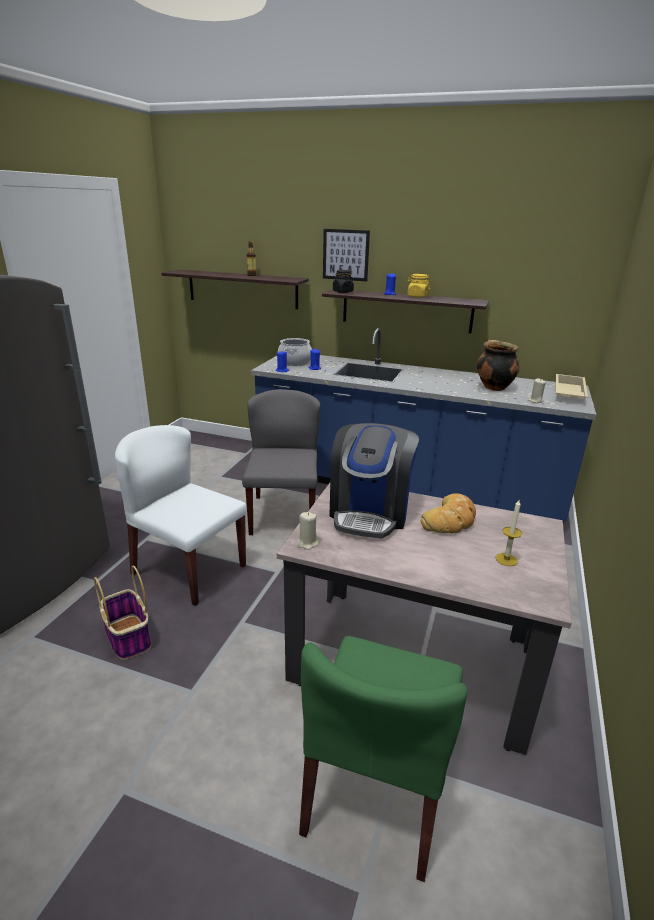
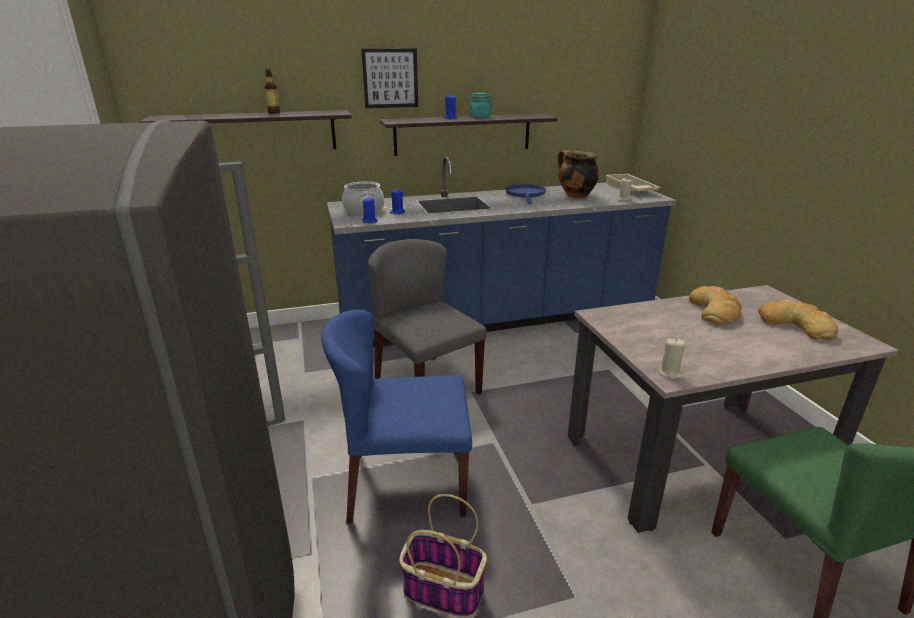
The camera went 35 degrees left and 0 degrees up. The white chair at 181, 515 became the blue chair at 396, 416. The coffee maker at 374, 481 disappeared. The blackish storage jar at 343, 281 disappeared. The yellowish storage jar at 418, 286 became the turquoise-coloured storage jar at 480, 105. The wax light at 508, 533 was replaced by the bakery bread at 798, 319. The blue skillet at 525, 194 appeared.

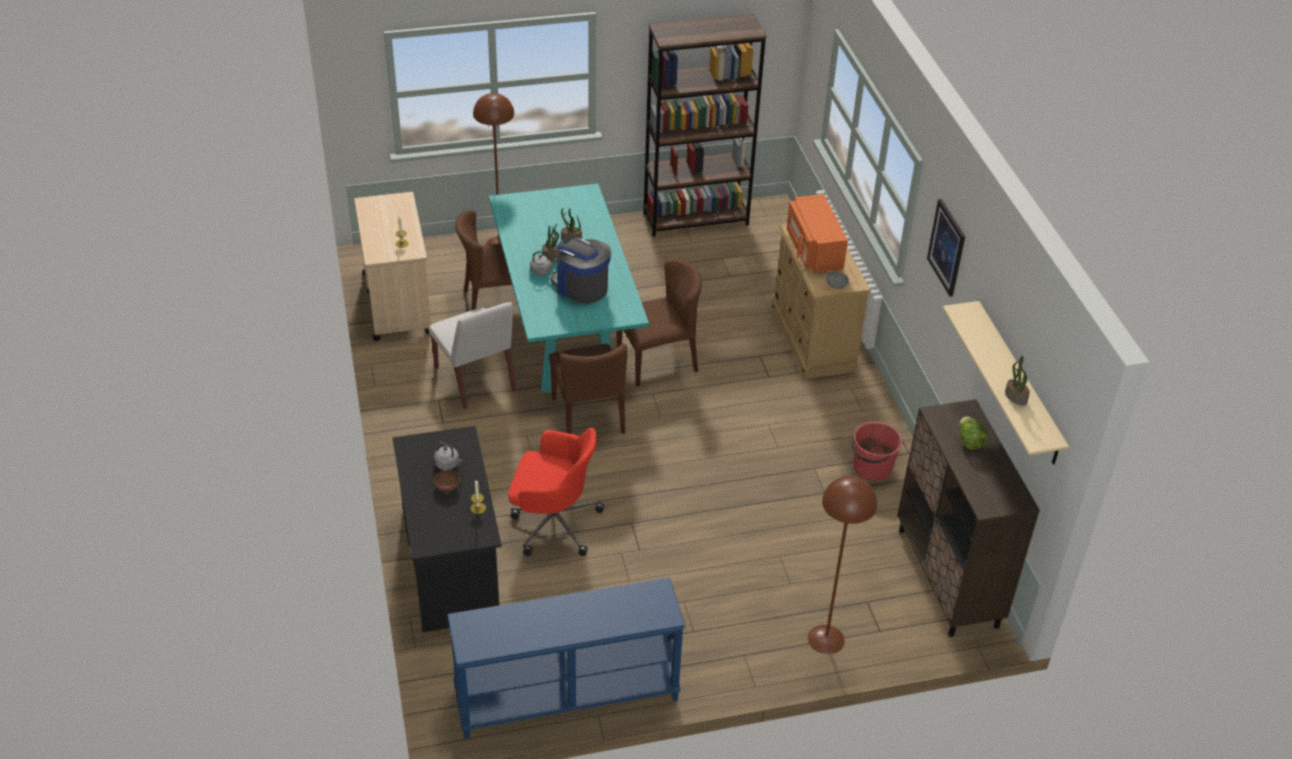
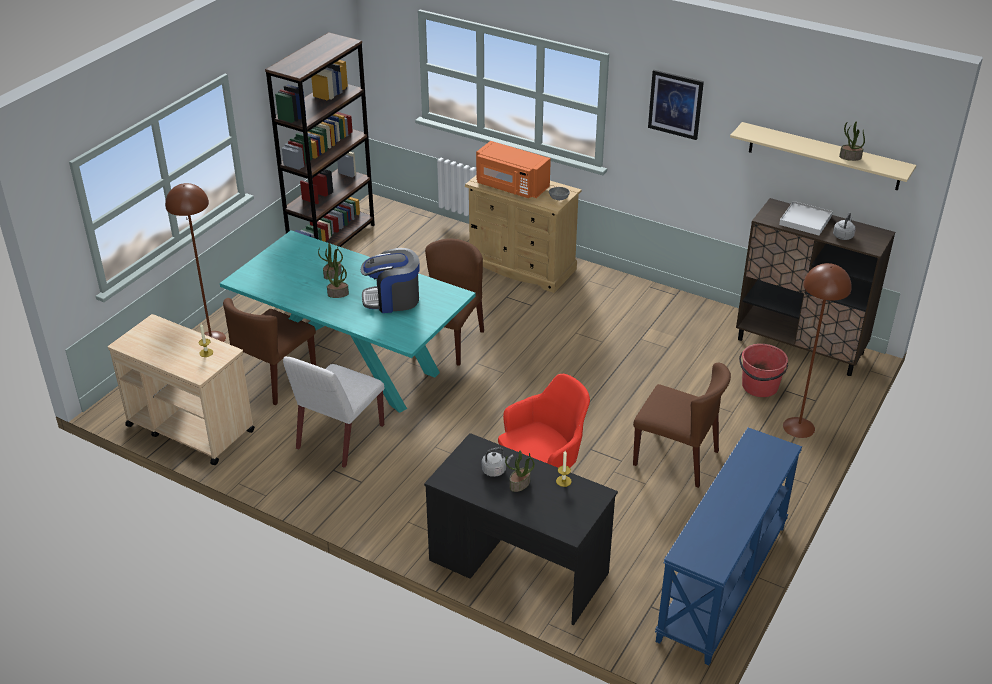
The camera went 45 degrees left and 5 degrees down. The white chair at 472, 355 turned 105 degrees clockwise. The brown-coloured bowl at 447, 481 was replaced by the potted plant at 520, 471. The gray water kettle moved from 543, 263 to 844, 226. The brown-coloured chair moved from 588, 389 to 682, 425. The red water bucket moved from 876, 451 to 763, 370. The lettuce head at 973, 433 was replaced by the white serving tray at 806, 218.

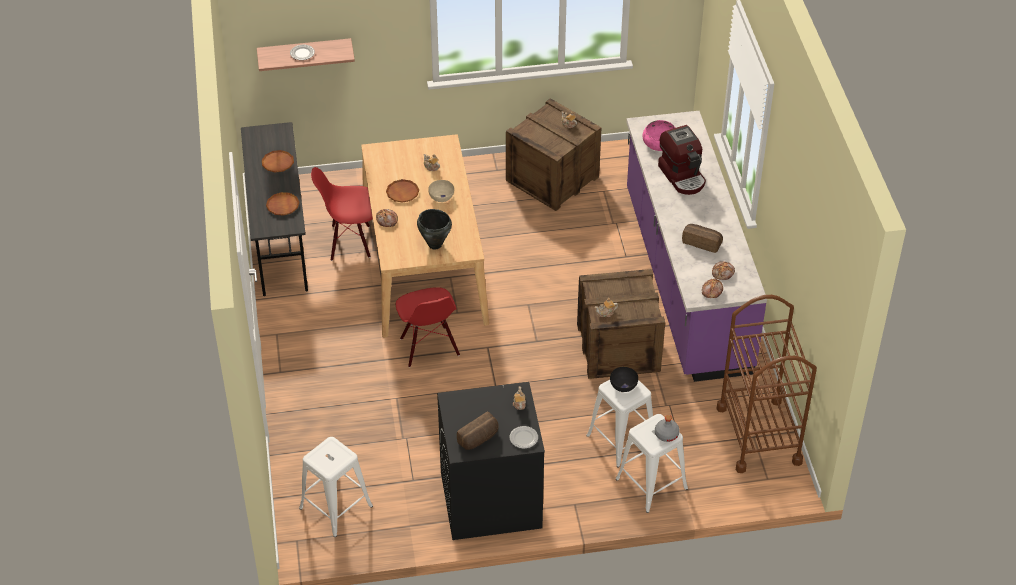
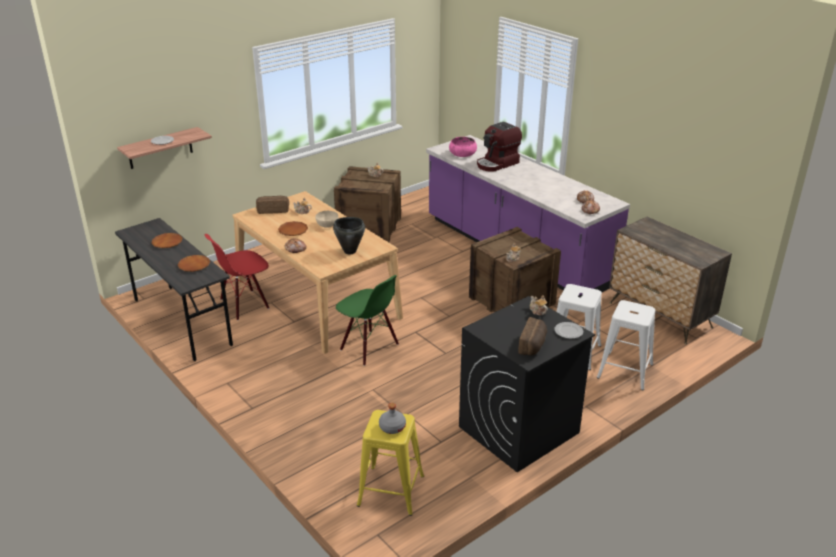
The camera went 30 degrees left and 15 degrees down. The white stool seat at 336, 487 became the yellowish stool seat at 390, 463. The red chair at 428, 327 became the greenish chair at 367, 320. The blackish bowl at 624, 379 disappeared. The gray drink bottle moved from 667, 428 to 392, 418. The coffee maker at 682, 160 turned 105 degrees clockwise. The bakery bread moved from 702, 238 to 272, 205. The brown-coloured wheeled cart at 767, 384 was replaced by the dresser at 670, 280.

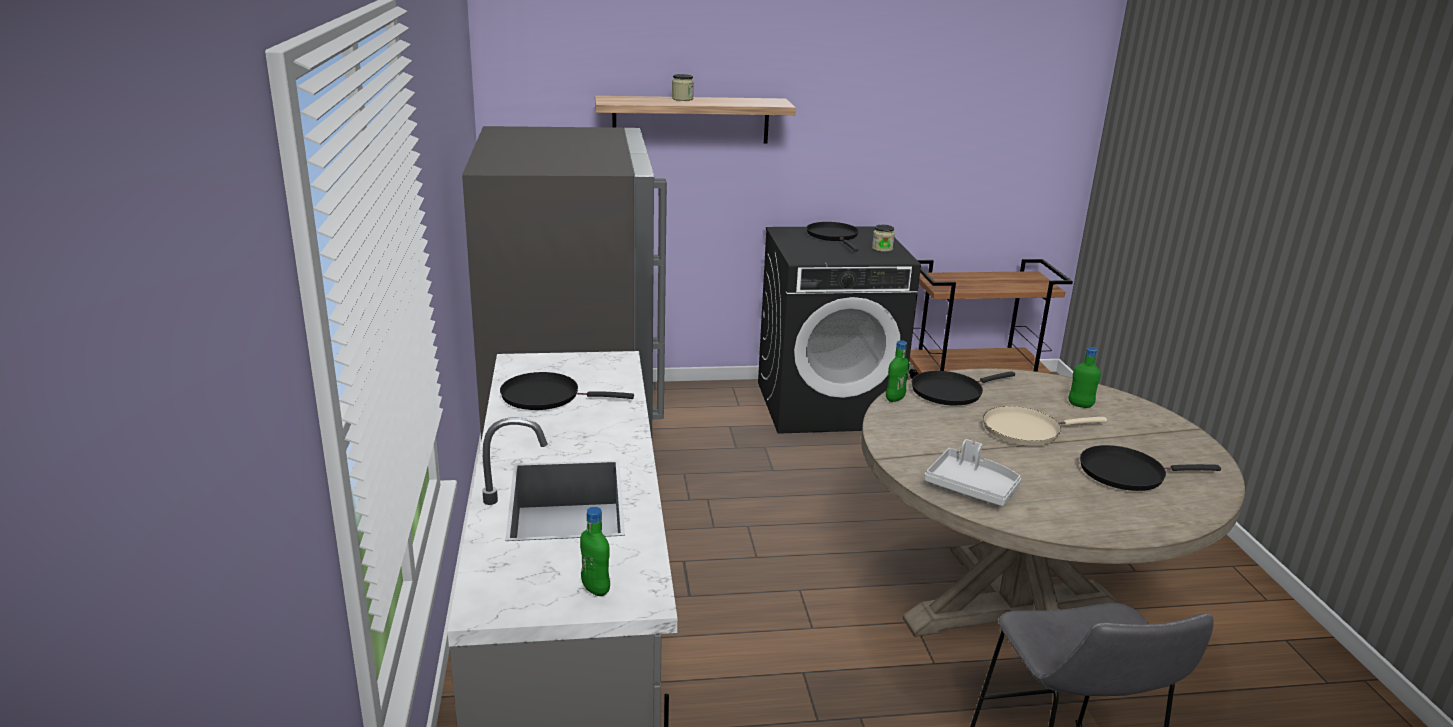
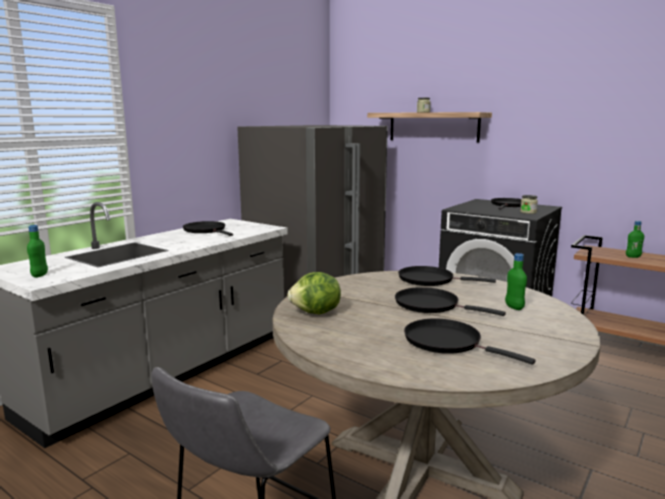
The camera went 45 degrees right and 10 degrees down. The greenish drink bottle moved from 897, 371 to 635, 239. The gray serving tray at 972, 472 was replaced by the lettuce head at 314, 293. The beige-coloured skillet at 1045, 426 became the blackish skillet at 450, 301.

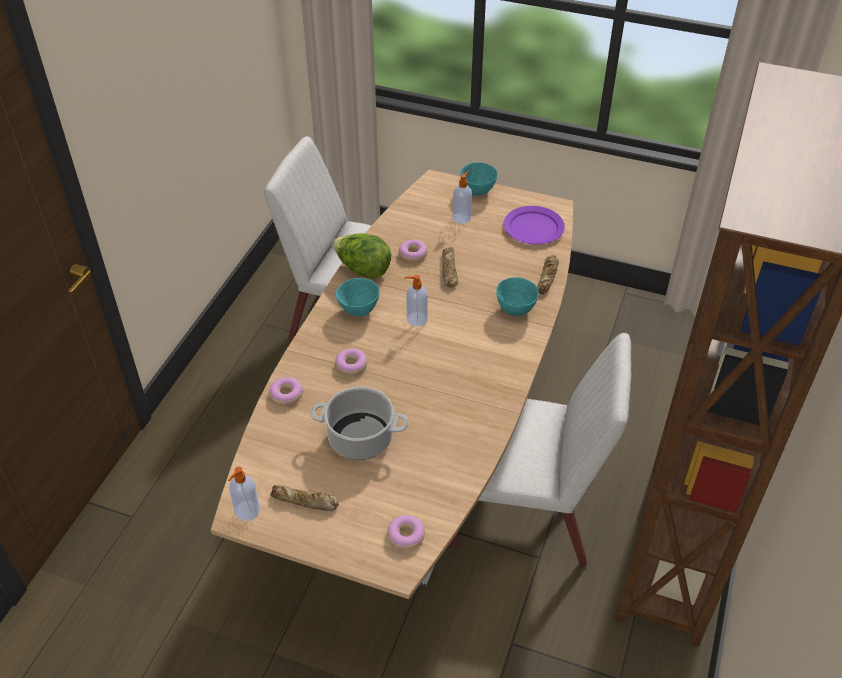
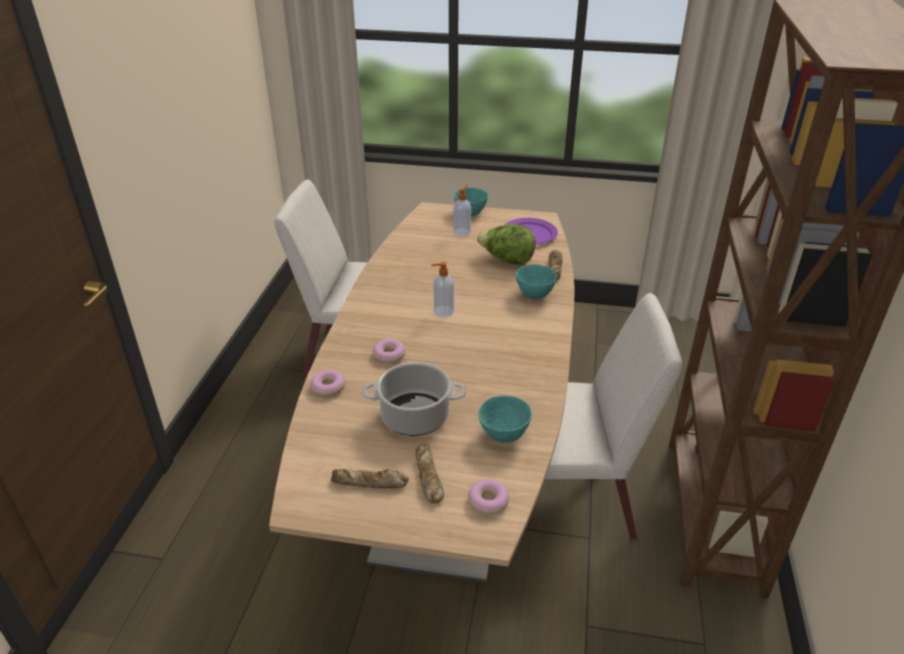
The camera went 10 degrees left and 10 degrees down. The liquid soap bottle at 244, 494 disappeared. The lettuce head moved from 361, 256 to 506, 244. The turquoise-coloured bowl moved from 358, 297 to 505, 419. The doughnut at 413, 251 disappeared. The bakery bread moved from 450, 267 to 430, 473.

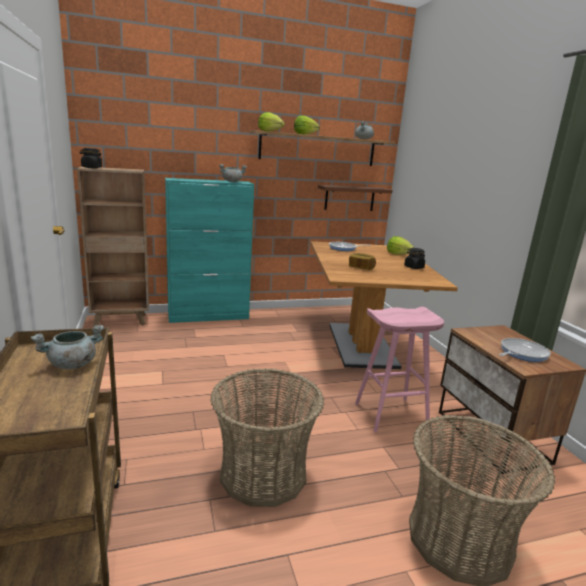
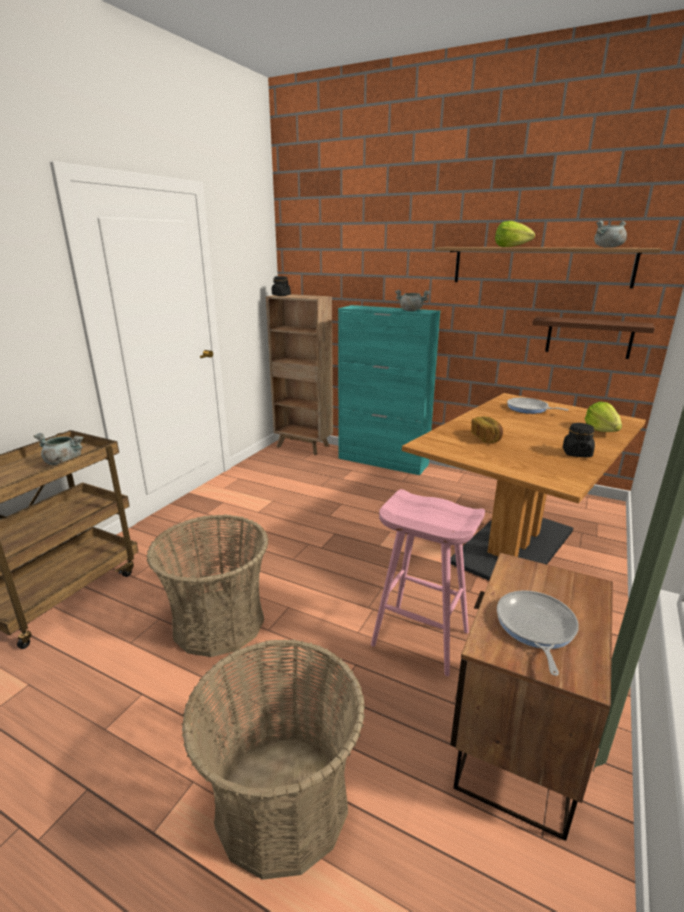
The camera went 45 degrees right and 5 degrees up. The lettuce head at 271, 121 disappeared. The skillet at 525, 350 turned 90 degrees counterclockwise.

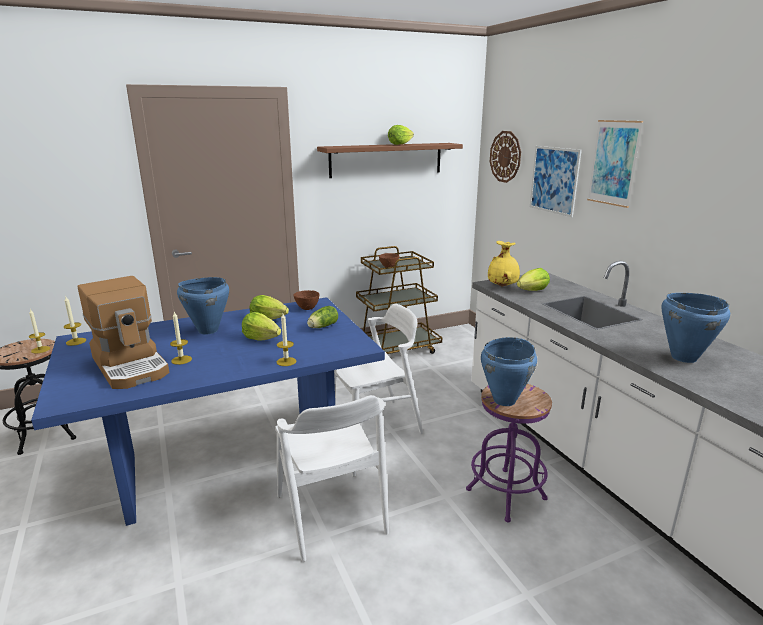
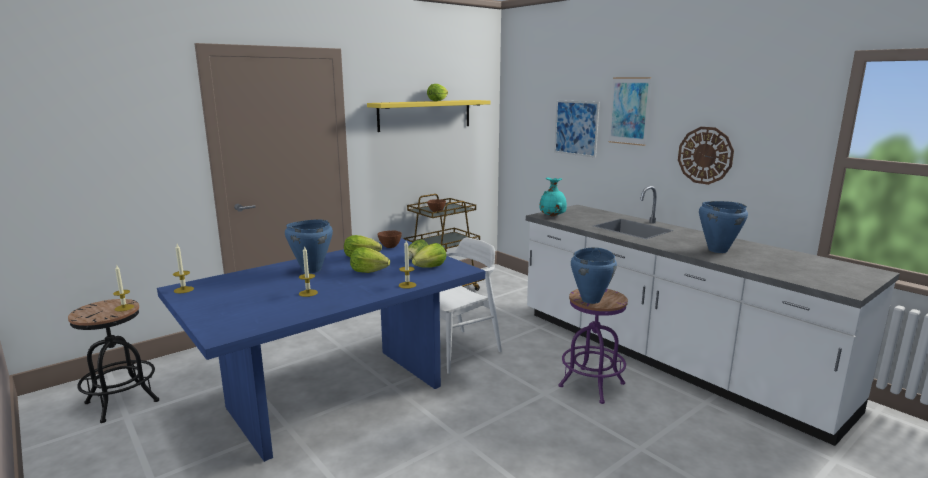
The camera went 15 degrees left and 5 degrees down. The coffee maker at 123, 332 disappeared. The white chair at 332, 478 disappeared. The brown-coloured bracket shelf at 390, 160 became the yellowish bracket shelf at 429, 116. The yellowish decorative vase at 504, 263 became the turquoise-coloured decorative vase at 553, 197. The clock on the wall moved from 505, 157 to 706, 156. The lettuce head moved from 533, 279 to 429, 255.

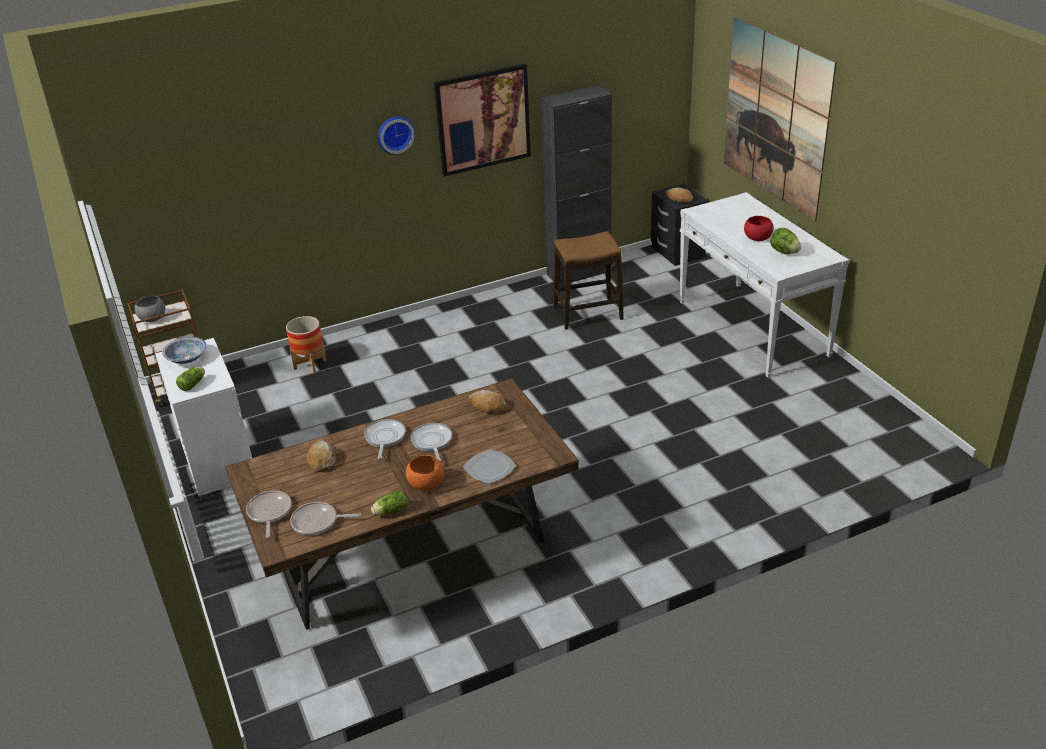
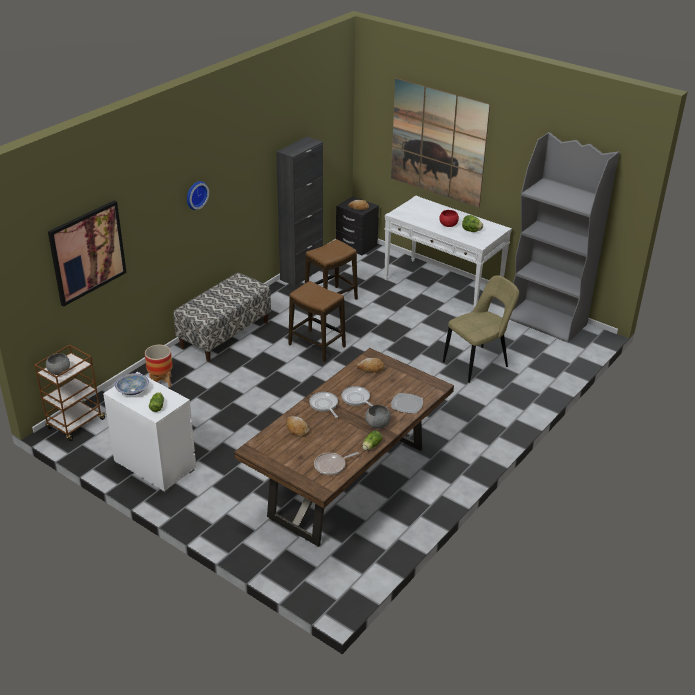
The camera went 30 degrees left and 0 degrees up. The skillet at 269, 514 disappeared. The orange bowl at 425, 473 became the gray bowl at 378, 417. The wall picture moved from 482, 120 to 87, 253. The long seat at 222, 317 appeared. The stool seat at 317, 321 appeared. The beige-coloured chair at 481, 329 appeared. The gray bookshelf at 564, 237 appeared.

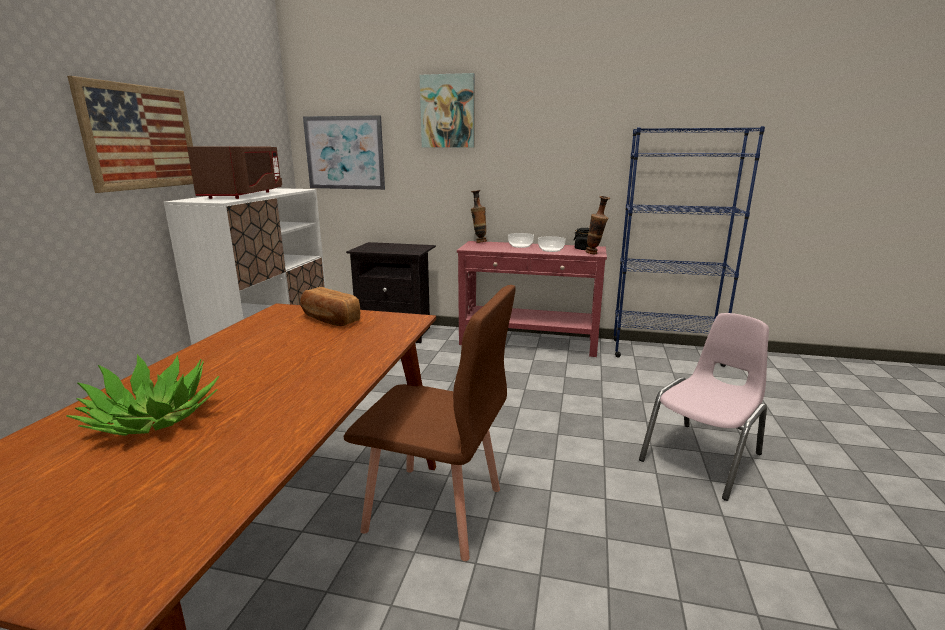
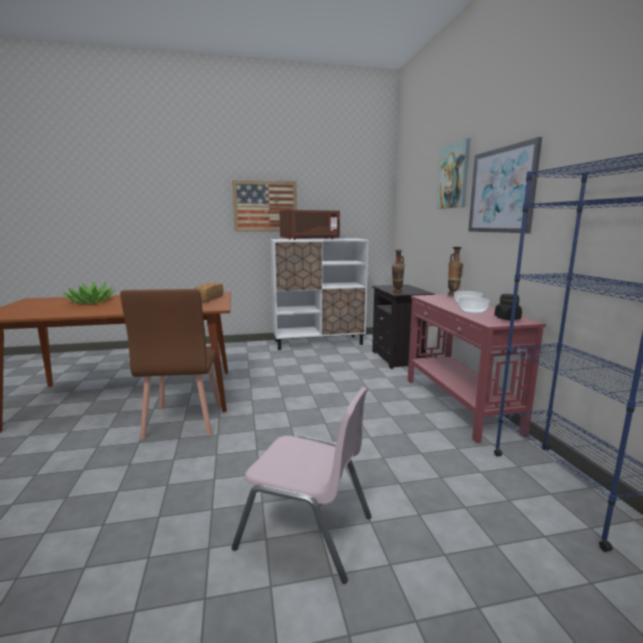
The camera went 65 degrees right and 5 degrees down. The wall picture moved from 344, 152 to 505, 185. The decorative vase moved from 597, 225 to 398, 271.

